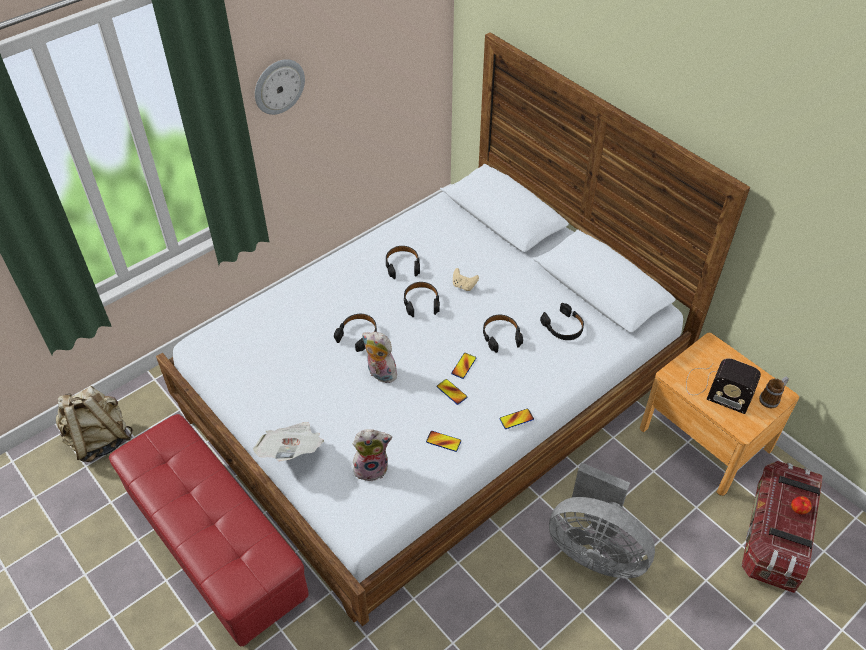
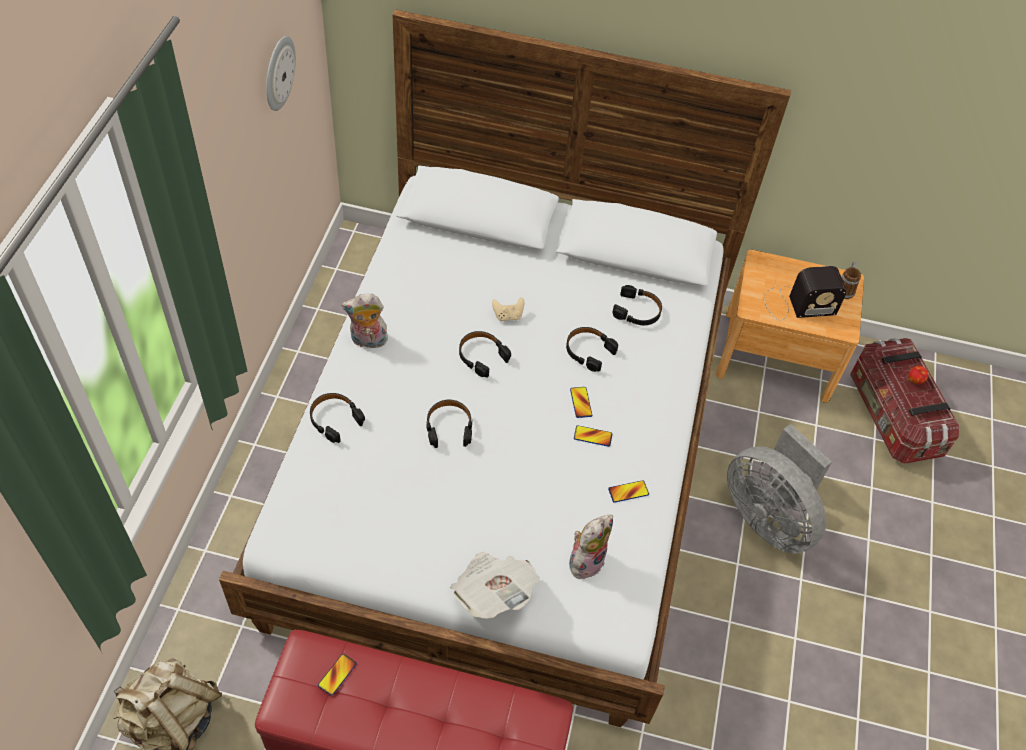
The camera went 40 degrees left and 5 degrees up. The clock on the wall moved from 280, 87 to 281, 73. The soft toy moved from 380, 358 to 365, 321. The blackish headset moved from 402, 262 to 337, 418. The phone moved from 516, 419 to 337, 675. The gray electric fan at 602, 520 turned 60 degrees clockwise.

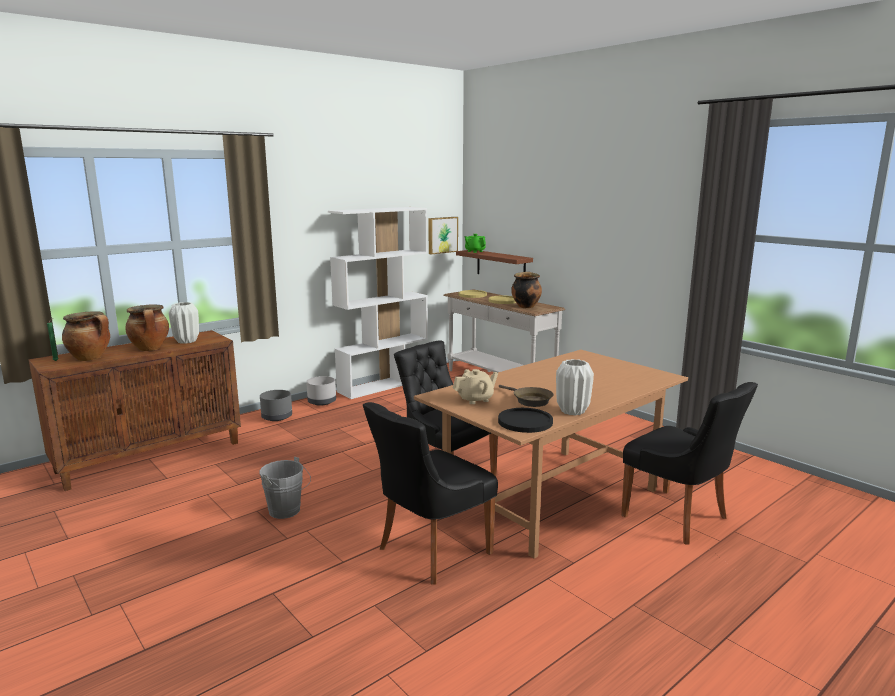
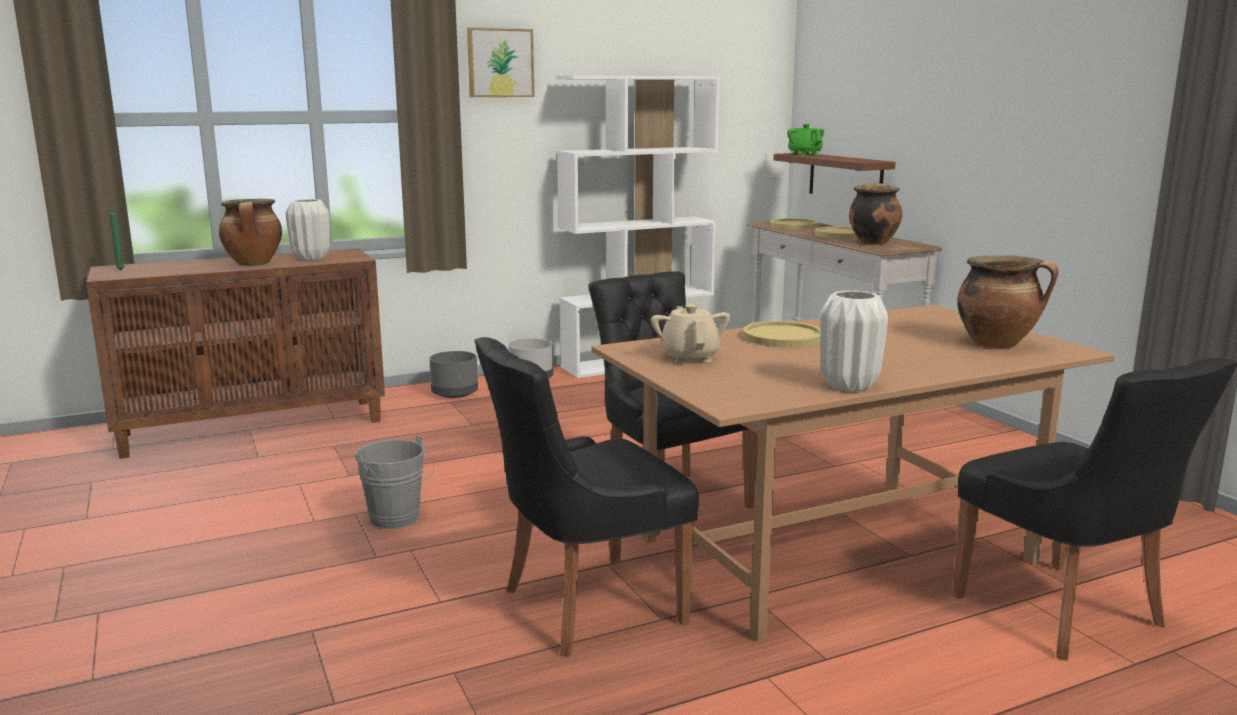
The camera went 15 degrees right and 0 degrees up. The saucepot moved from 86, 336 to 1007, 301. The wall picture moved from 443, 235 to 501, 62. The beige-coloured teapot at 475, 386 turned 90 degrees counterclockwise. The blackish dinner plate at 525, 420 disappeared. The brown-coloured skillet at 526, 396 disappeared. The yellowish dinner plate at 781, 334 appeared.

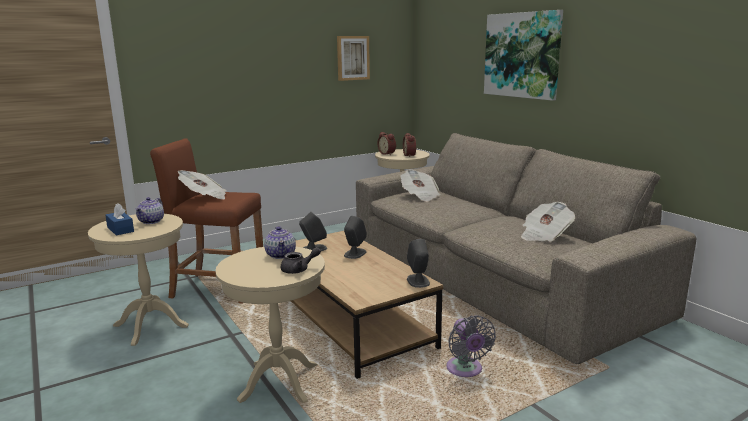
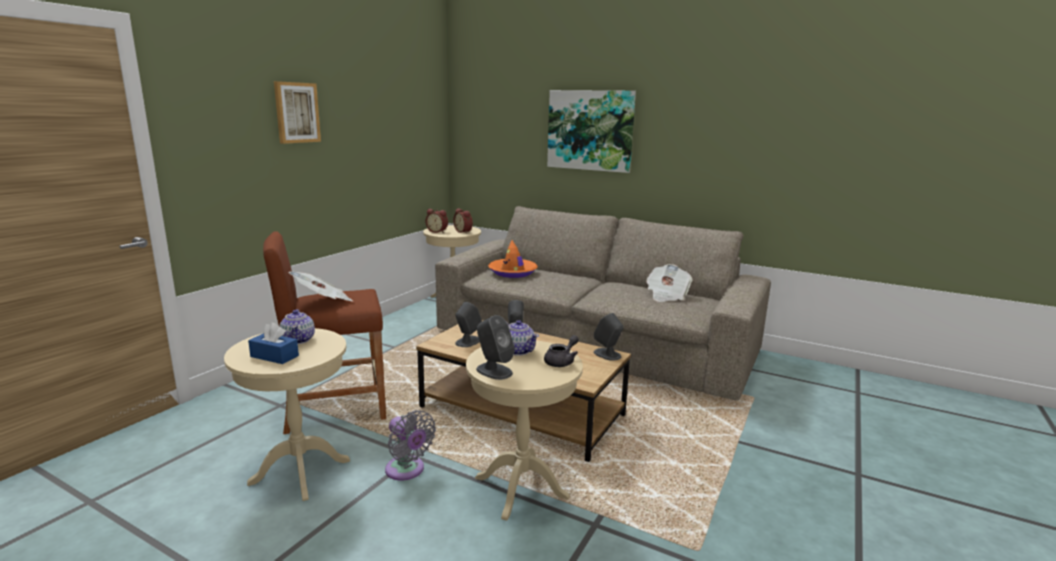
The camera went 30 degrees left and 0 degrees up. The wall picture moved from 353, 58 to 297, 112. The printed paper at 420, 185 was replaced by the orange wearable hat at 513, 259. The gray electric fan moved from 471, 346 to 410, 445. The gray loudspeaker at 495, 347 appeared.

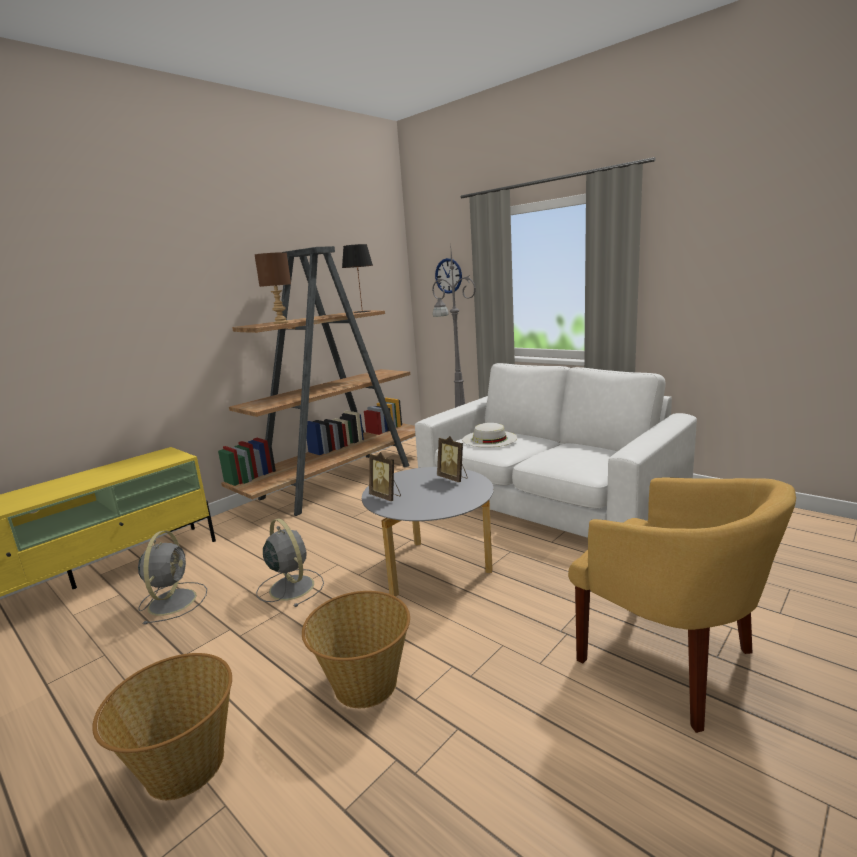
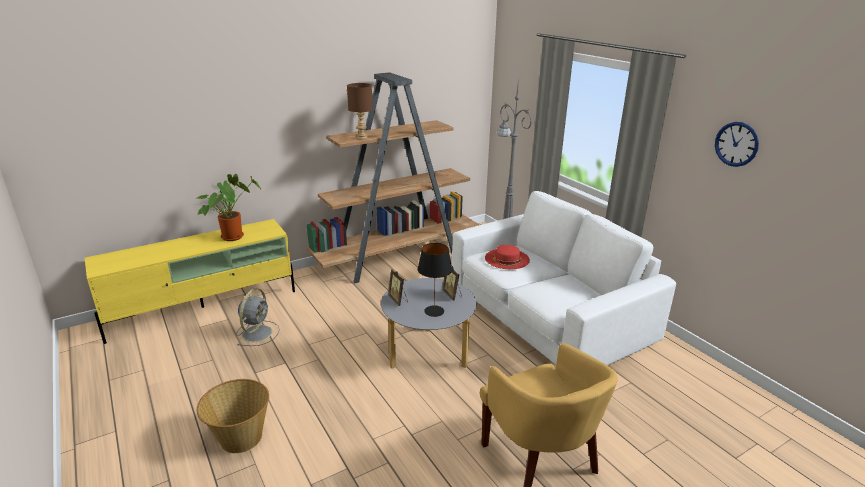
The camera went 15 degrees right and 10 degrees up. The gray electric fan at 290, 562 disappeared. The basket at 356, 649 disappeared. The blackish lamp for a table moved from 357, 278 to 434, 280. The clock on the wall moved from 448, 276 to 737, 144. The white wearable hat at 489, 435 became the red wearable hat at 507, 257. The potted plant at 229, 207 appeared.

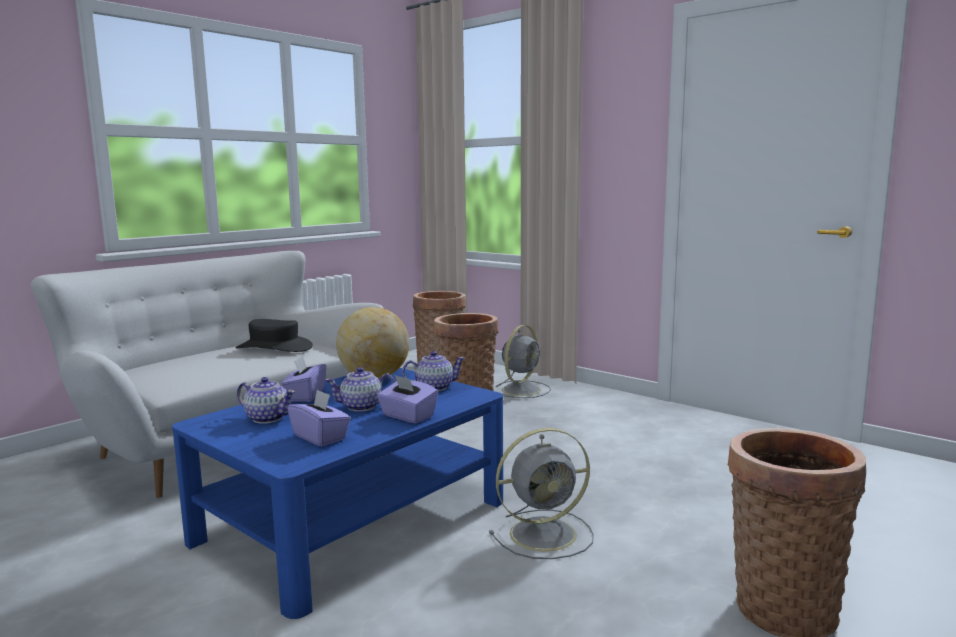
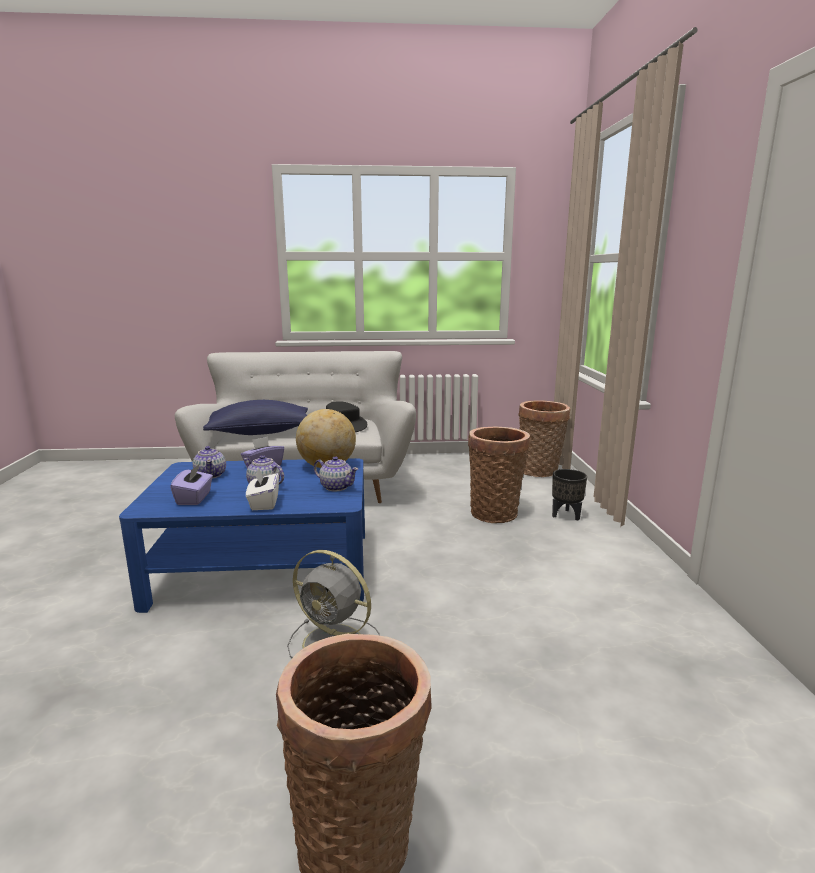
The camera went 45 degrees right and 5 degrees up. The purplish tissue box at 407, 399 became the white tissue box at 262, 489. The gray electric fan at 523, 361 was replaced by the blackish flower pot at 569, 495. The blue throw pillow at 255, 417 appeared.

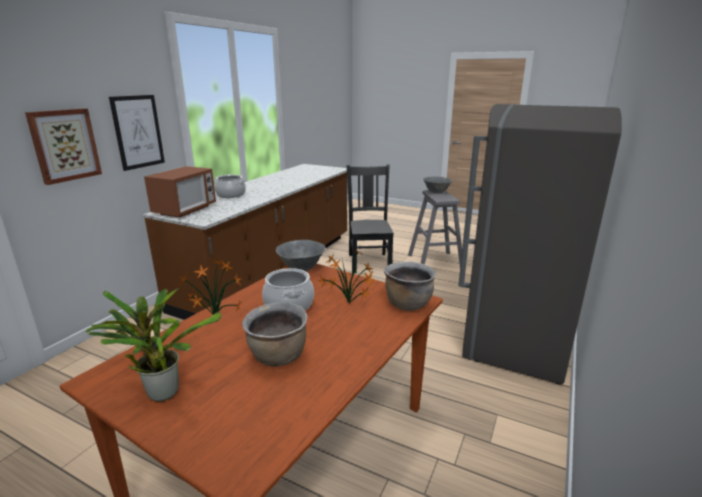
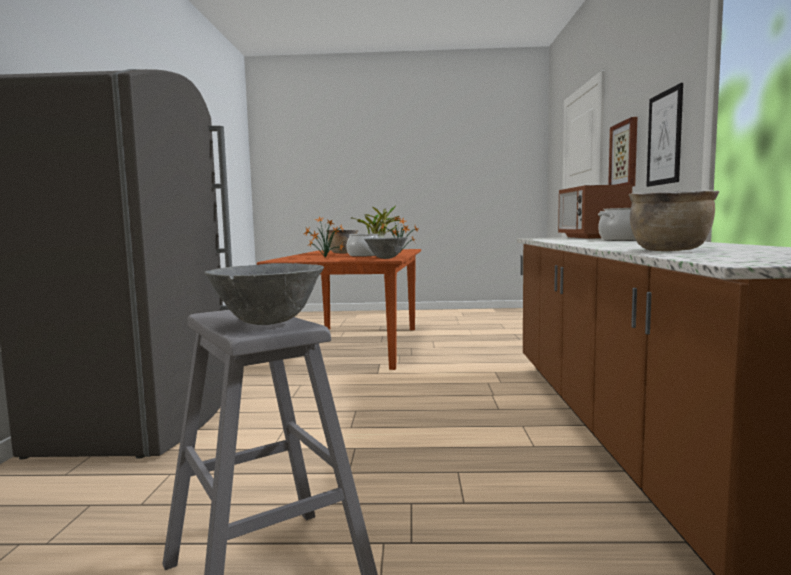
The camera went 155 degrees right and 15 degrees down. The blackish chair at 370, 218 disappeared. The brown-coloured saucepot moved from 410, 286 to 674, 220.

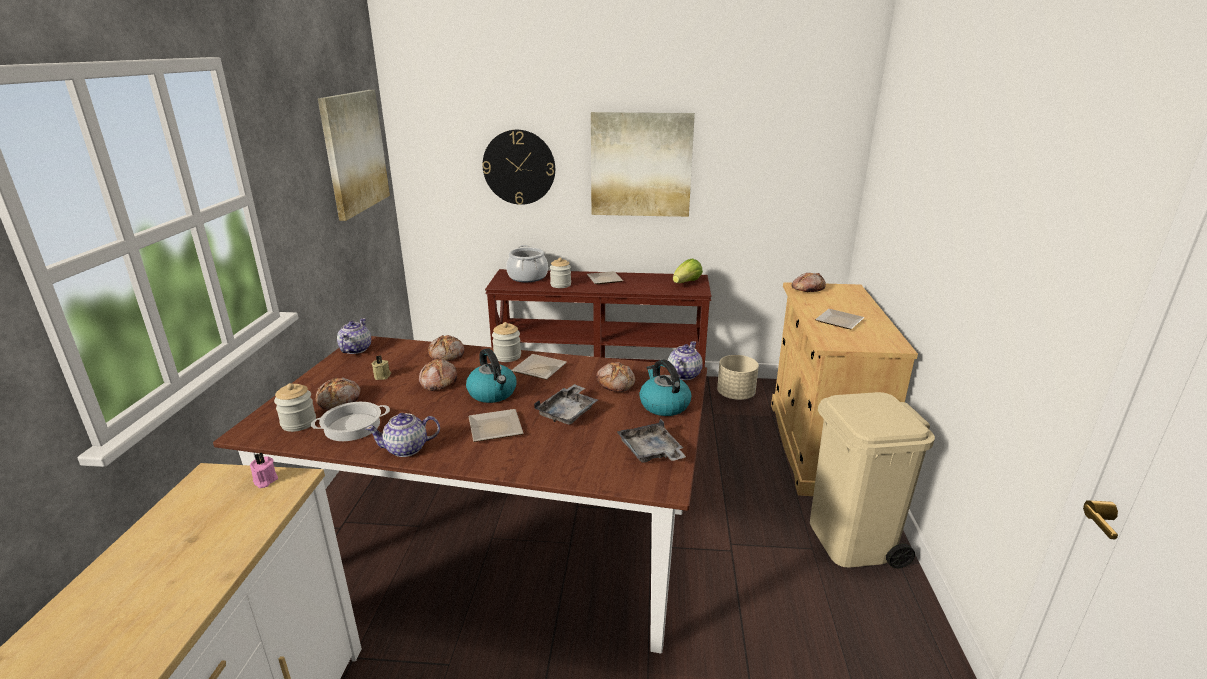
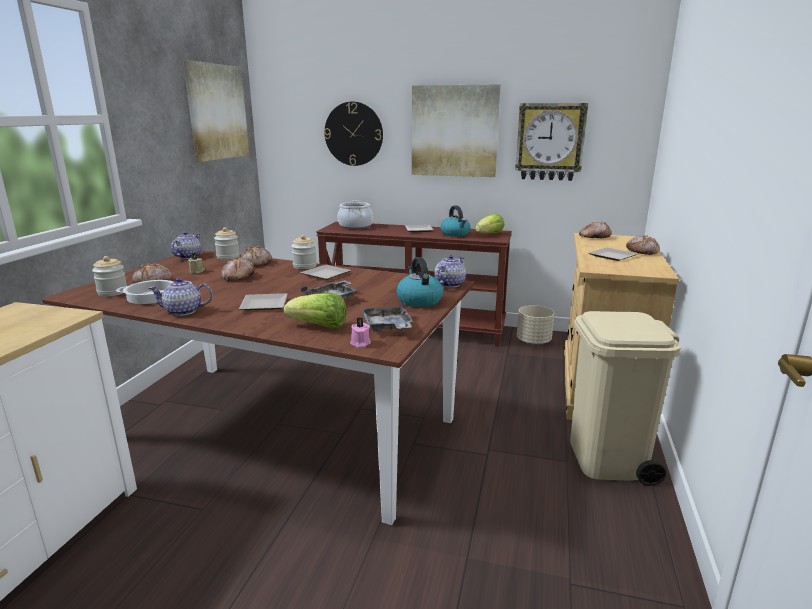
The camera went 10 degrees right and 5 degrees down. The pinkish wax light moved from 264, 470 to 360, 332. The water kettle moved from 491, 375 to 456, 221. The storage jar moved from 560, 273 to 227, 243. The bakery bread moved from 615, 377 to 643, 245. The lettuce head at 315, 311 appeared. The clock on the wall at 551, 142 appeared.

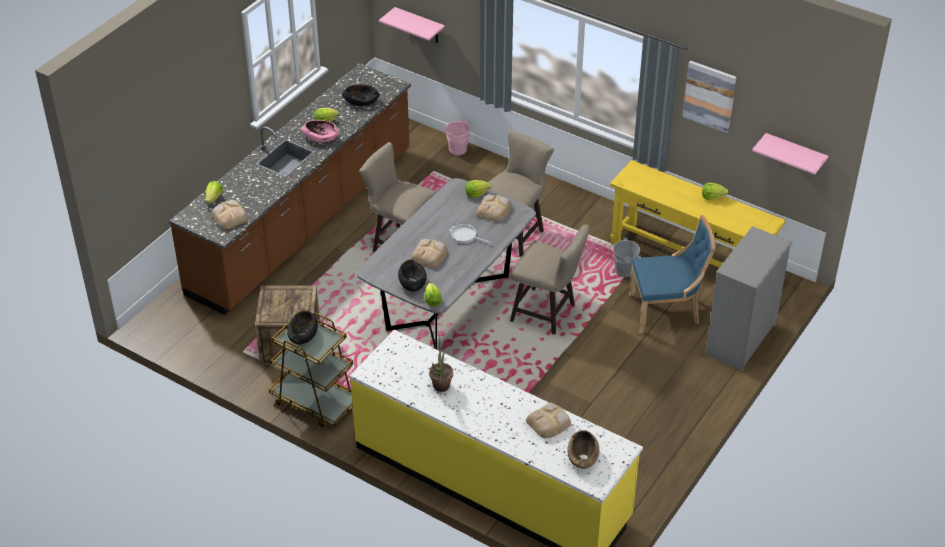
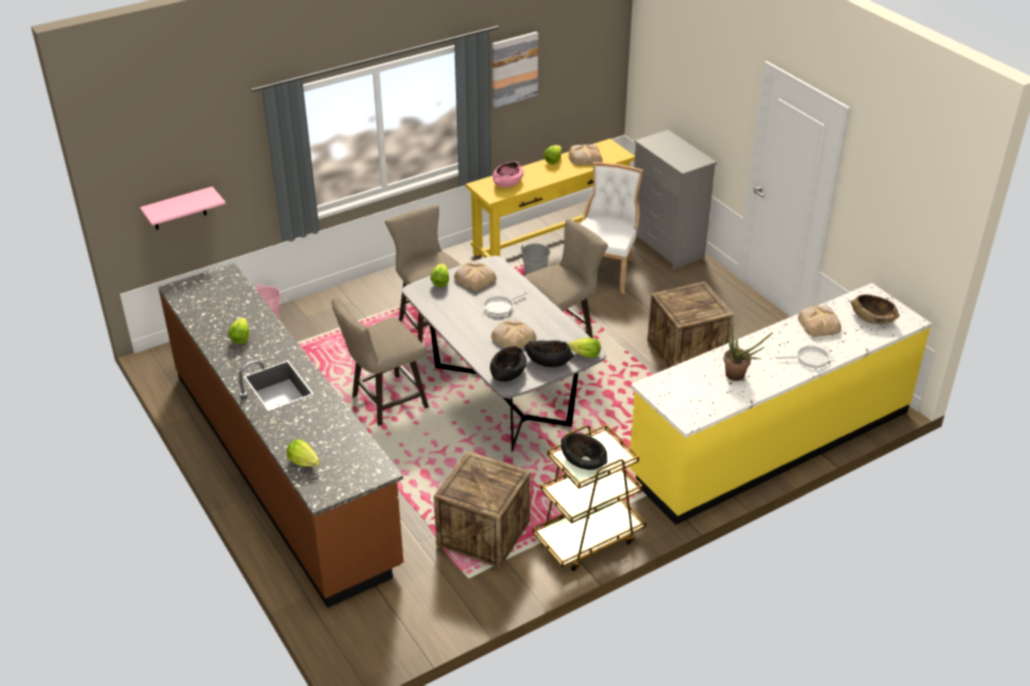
The camera went 65 degrees left and 5 degrees down. The bakery bread moved from 229, 214 to 586, 154. The pinkish bowl moved from 320, 131 to 508, 174. The blackish bowl moved from 361, 95 to 508, 364. The blue chair at 672, 274 became the white chair at 612, 228. The pinkish bracket shelf at 790, 153 disappeared. The crate at 690, 324 appeared. The skillet at 803, 356 appeared.

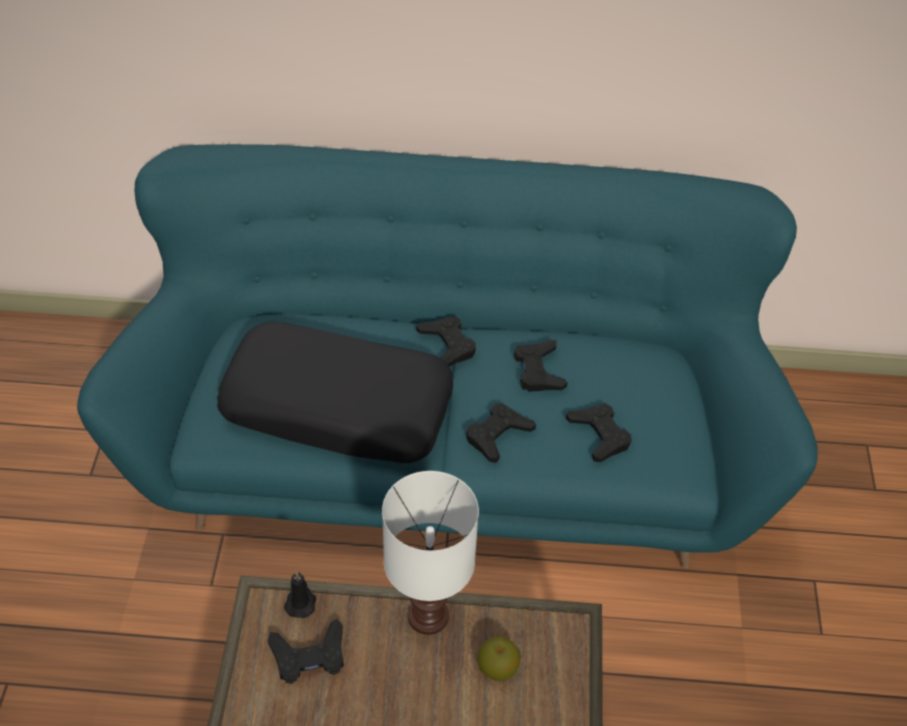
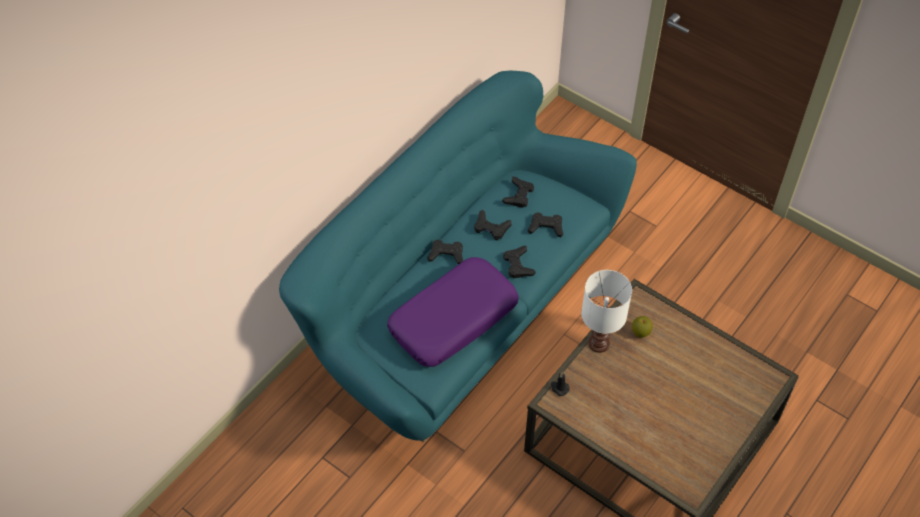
The camera went 55 degrees left and 5 degrees up. The blackish throw pillow at 335, 392 became the purplish throw pillow at 453, 312. The blackish gamepad moved from 306, 651 to 518, 192.

